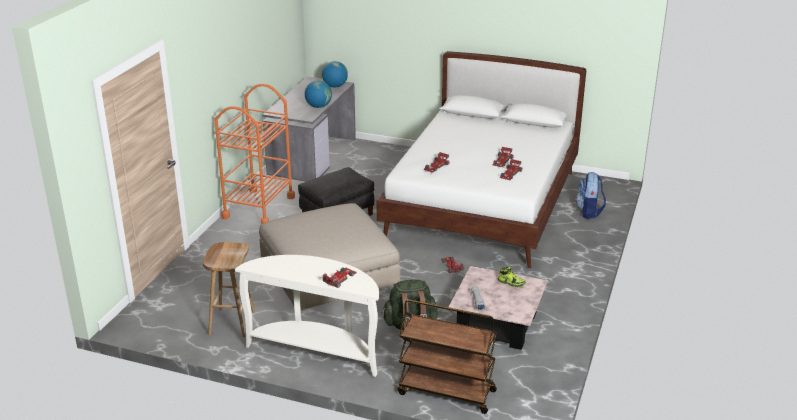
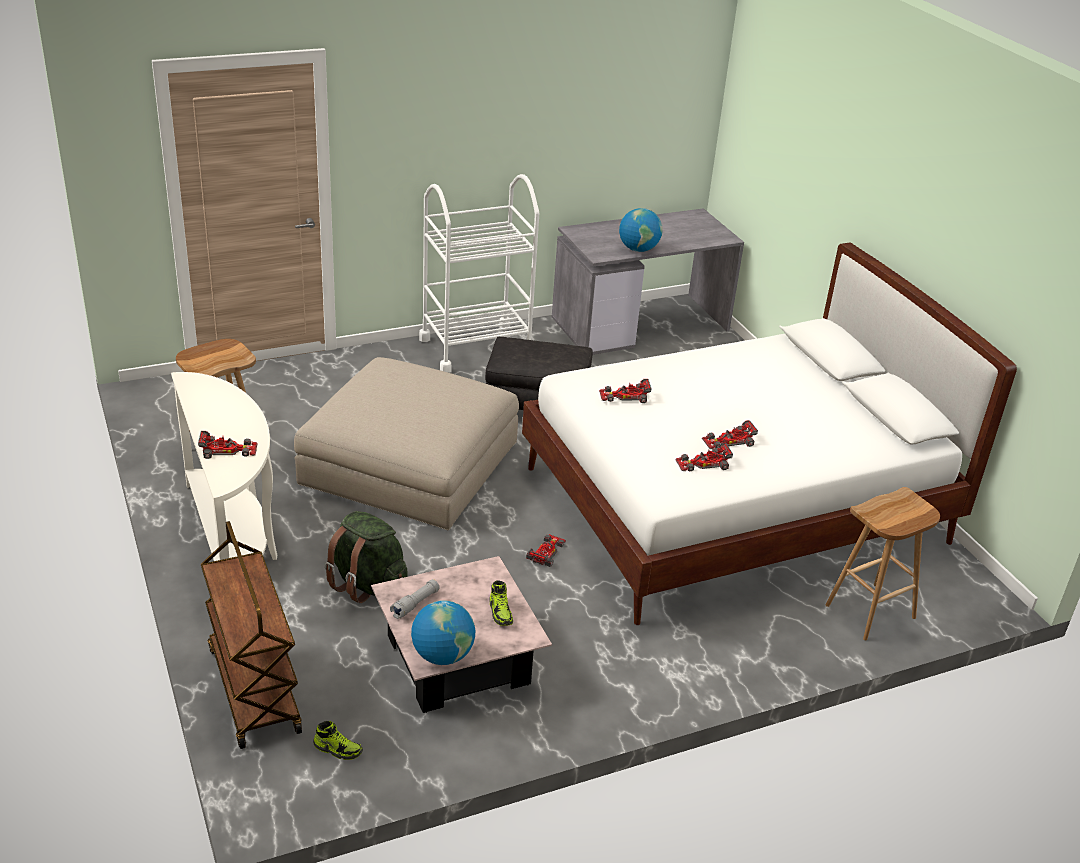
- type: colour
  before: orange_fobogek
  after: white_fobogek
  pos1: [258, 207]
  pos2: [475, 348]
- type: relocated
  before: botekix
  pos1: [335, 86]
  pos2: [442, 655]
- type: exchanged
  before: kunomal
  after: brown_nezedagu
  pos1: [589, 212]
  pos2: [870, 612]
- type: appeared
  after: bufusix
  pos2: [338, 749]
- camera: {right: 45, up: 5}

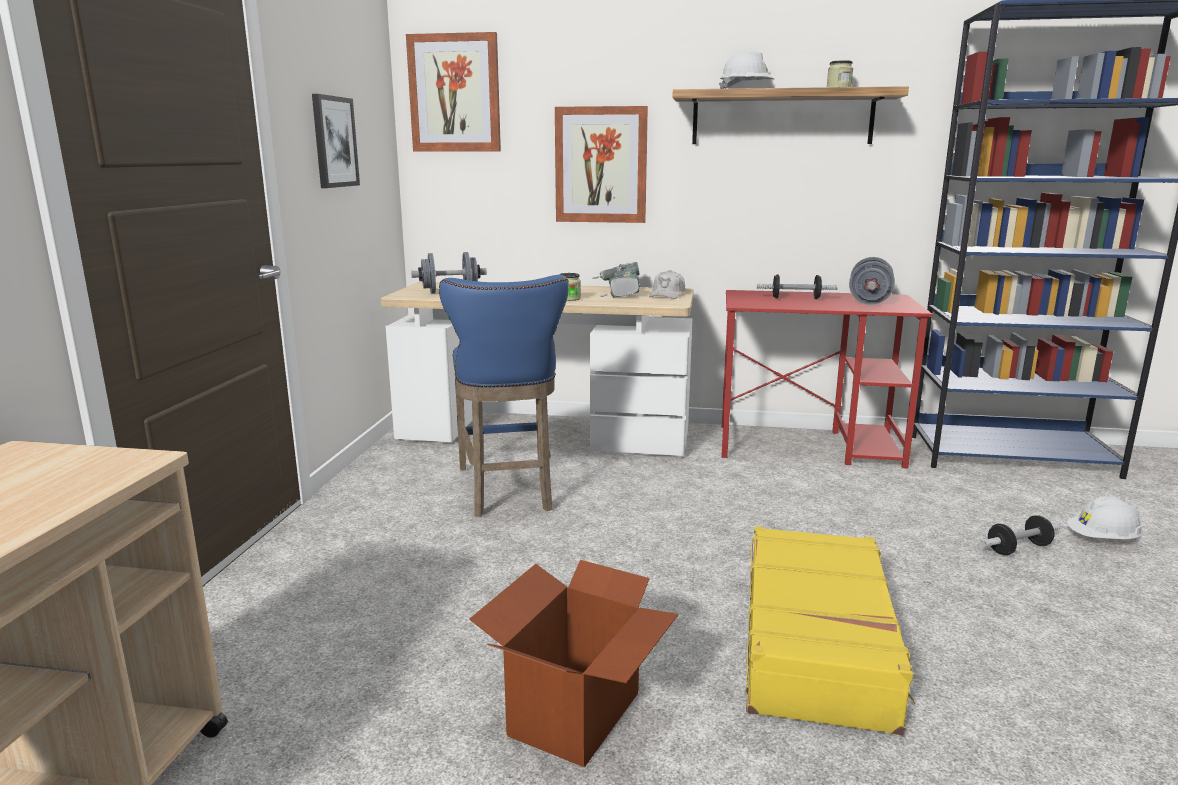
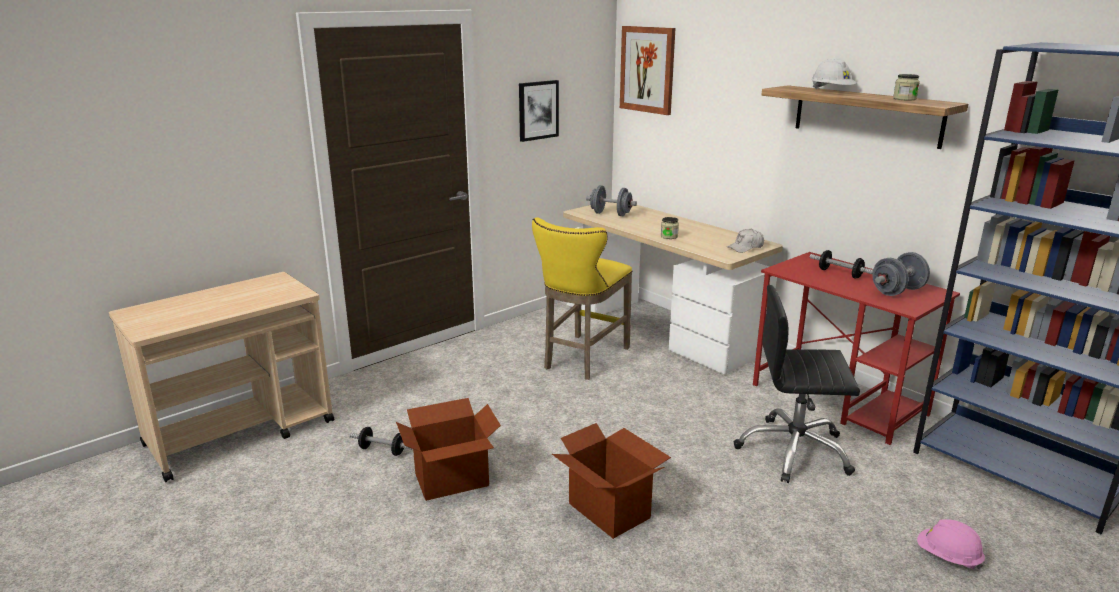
- type: colour
  before: blue_nezedagu
  after: yellow_nezedagu
  pos1: [507, 491]
  pos2: [582, 359]
- type: missing
  before: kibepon
  pos1: [601, 165]
- type: missing
  before: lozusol
  pos1: [617, 293]
- type: exchanged
  before: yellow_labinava
  after: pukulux
  pos1: [817, 644]
  pos2: [609, 510]
- type: relocated
  before: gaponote
  pos1: [1018, 549]
  pos2: [382, 450]
- type: colour
  before: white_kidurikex
  after: pink_kidurikex
  pos1: [1102, 540]
  pos2: [947, 557]
- type: appeared
  after: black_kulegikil
  pos2: [794, 451]
- camera: {right: 40, up: 5}

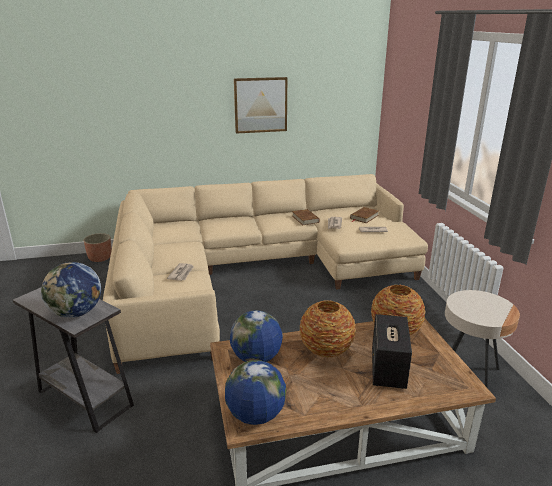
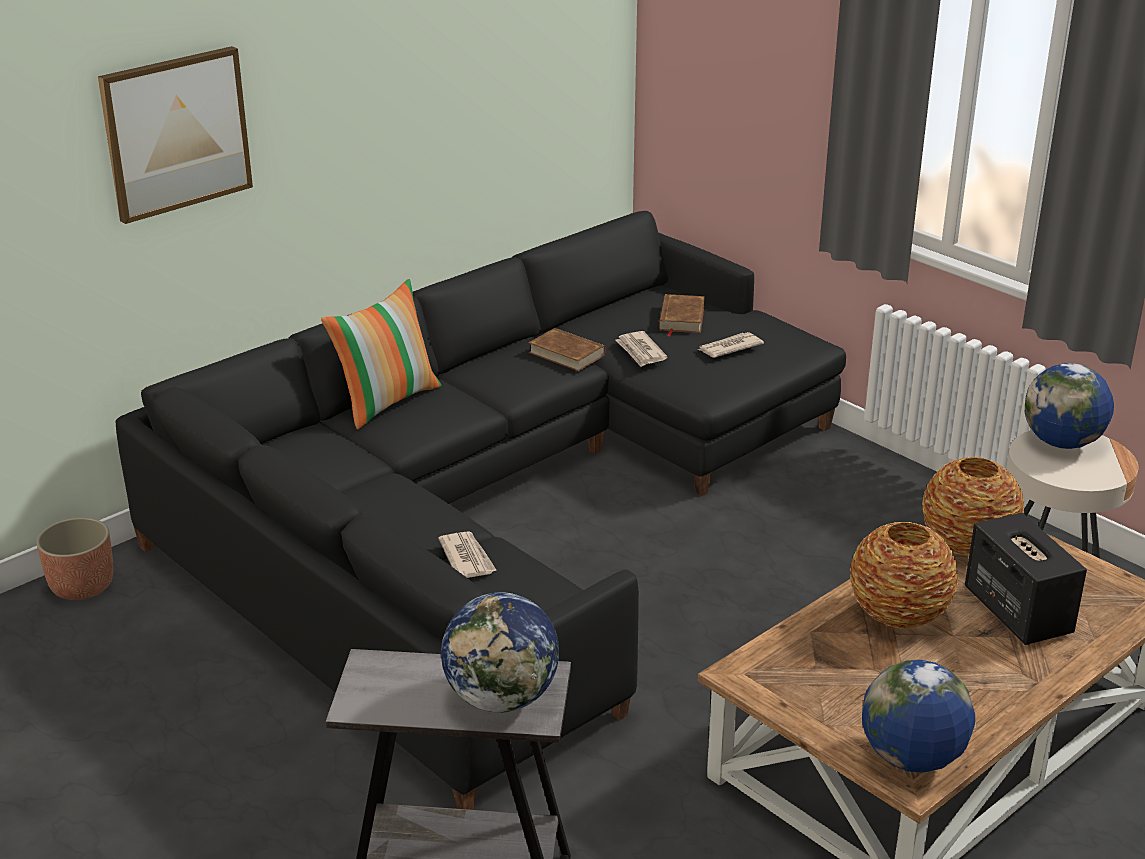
- type: colour
  before: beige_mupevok
  after: black_mupevok
  pos1: [254, 271]
  pos2: [497, 507]
- type: relocated
  before: botekix
  pos1: [256, 358]
  pos2: [1062, 443]
- type: relocated
  before: kibepon
  pos1: [260, 105]
  pos2: [176, 133]
- type: appeared
  after: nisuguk
  pos2: [387, 401]
- camera: {right: -30, up: 5}

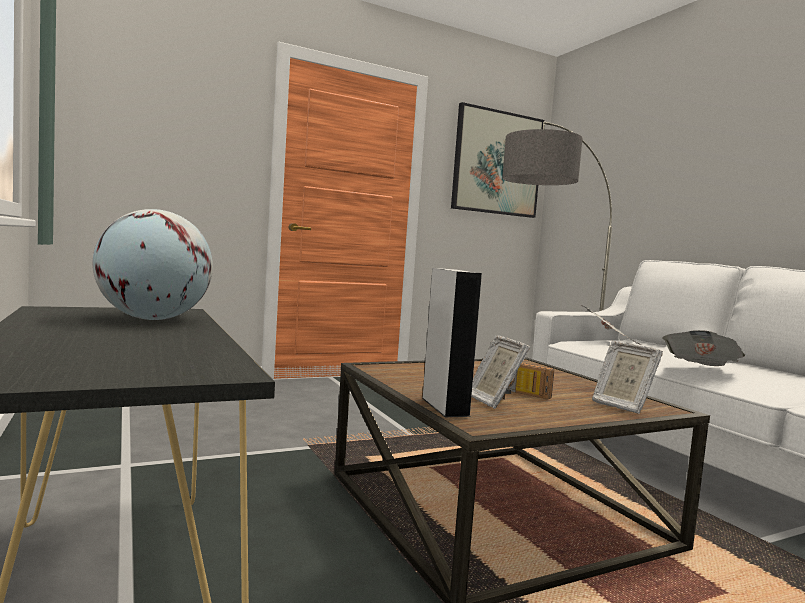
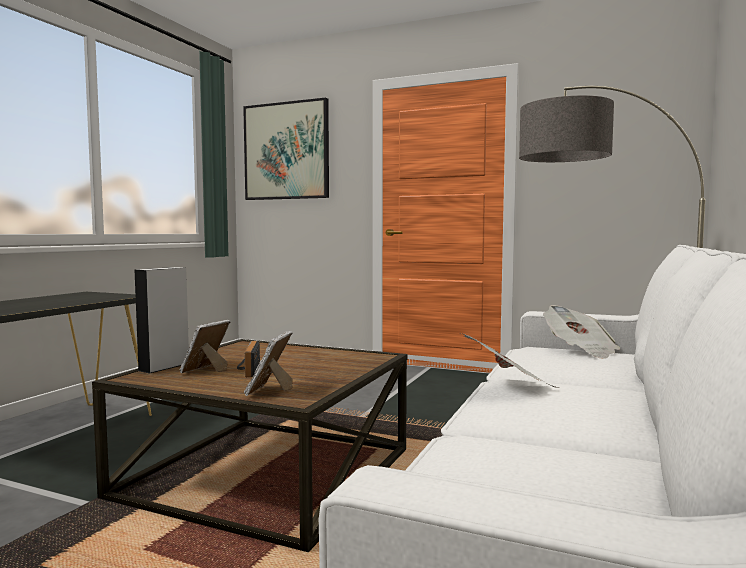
- type: missing
  before: botekix
  pos1: [153, 319]
- type: relocated
  before: kibepon
  pos1: [497, 163]
  pos2: [286, 151]
- camera: {right: 50, up: 0}

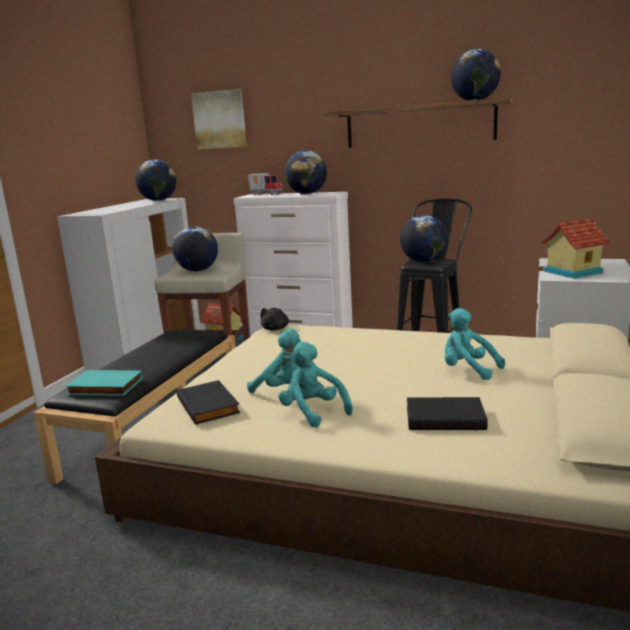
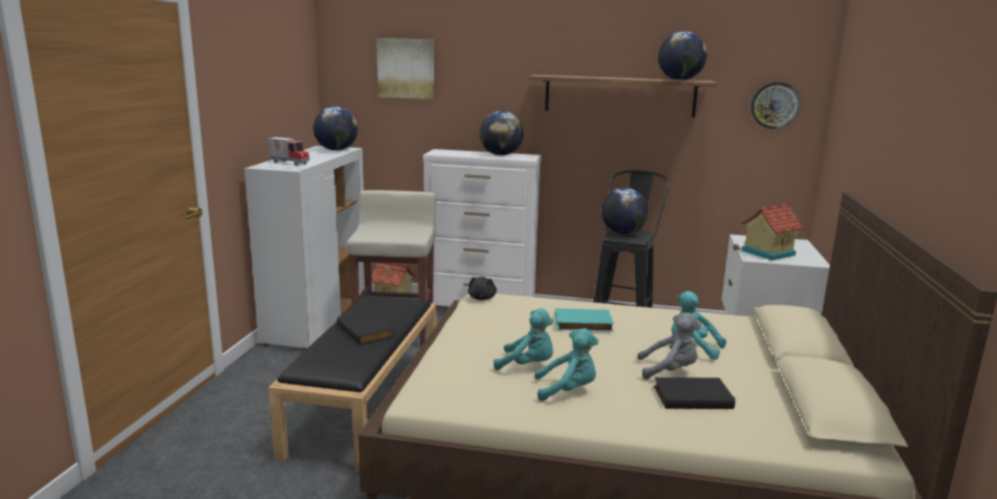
- type: relocated
  before: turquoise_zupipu
  pos1: [104, 387]
  pos2: [583, 324]
- type: missing
  before: botekix
  pos1: [197, 271]
- type: relocated
  before: black_zupipu
  pos1: [210, 405]
  pos2: [367, 330]
- type: relocated
  before: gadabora
  pos1: [266, 194]
  pos2: [290, 163]
- type: spun
  before: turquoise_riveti
  pos1: [313, 412]
  pos2: [568, 390]
  turn: 135
- type: appeared
  after: grey_riveti
  pos2: [669, 371]
- type: appeared
  after: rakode
  pos2: [774, 105]
- camera: {right: -10, up: 0}

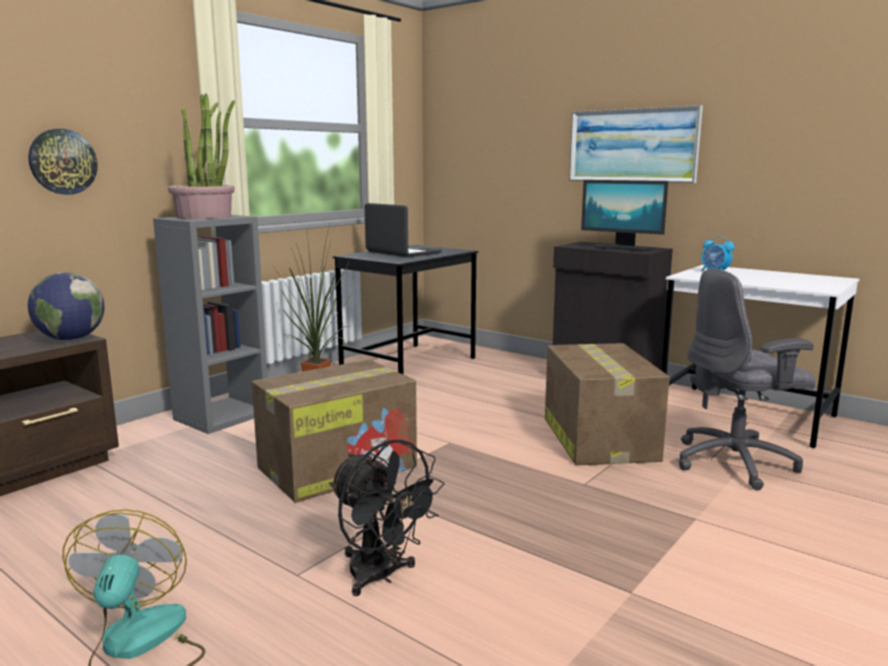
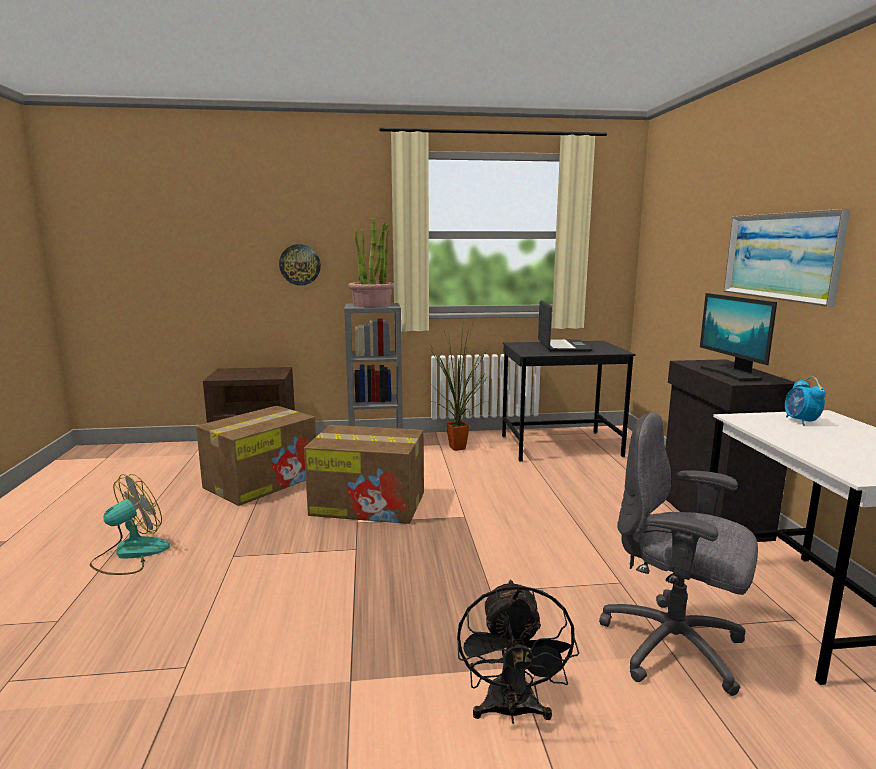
- type: missing
  before: botekix
  pos1: [71, 339]
- type: relocated
  before: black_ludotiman
  pos1: [381, 577]
  pos2: [511, 712]
- type: relocated
  before: pukulux
  pos1: [598, 438]
  pos2: [262, 481]
- camera: {right: 45, up: 0}

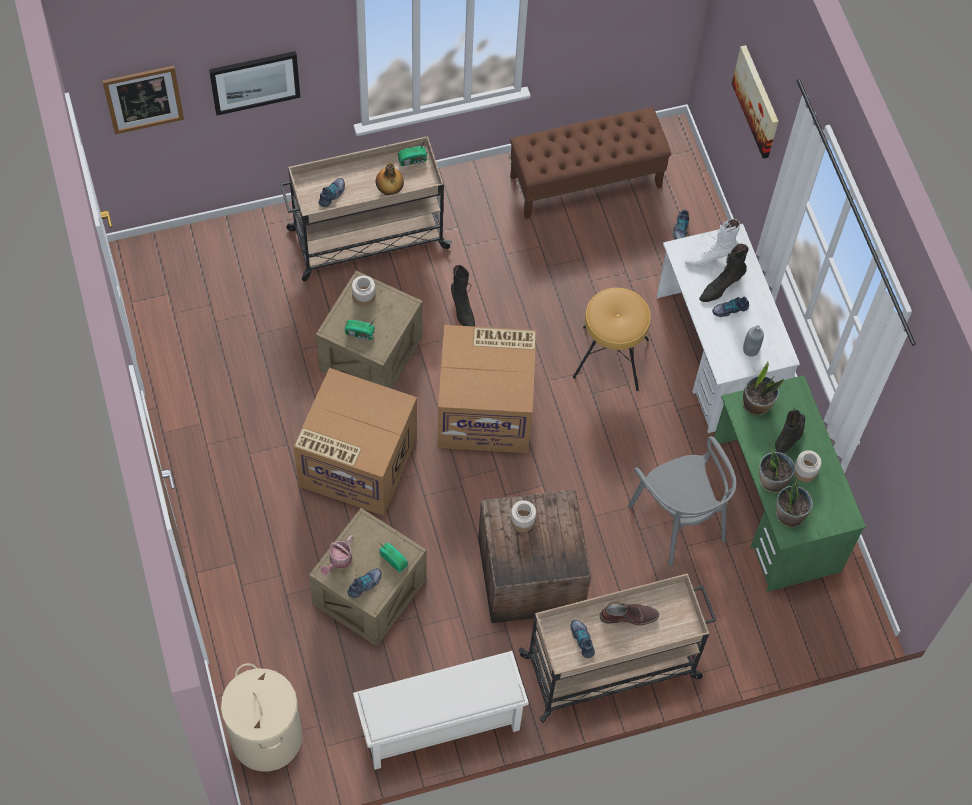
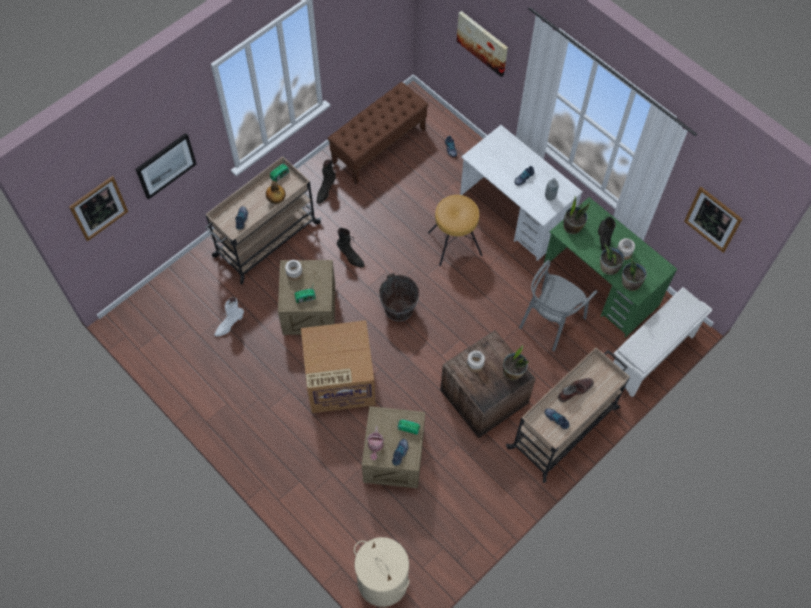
- type: relocated
  before: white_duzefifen
  pos1: [439, 727]
  pos2: [651, 356]
- type: exchanged
  before: pukulux
  after: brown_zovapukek
  pos1: [486, 409]
  pos2: [399, 309]
- type: spun
  before: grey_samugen
  pos1: [679, 520]
  pos2: [551, 320]
  turn: 90
- type: relocated
  before: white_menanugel
  pos1: [710, 258]
  pos2: [229, 325]
- type: relocated
  before: black_menanugel
  pos1: [720, 287]
  pos2: [325, 191]
- type: appeared
  after: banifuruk
  pos2: [513, 372]
- type: appeared
  after: kibepon
  pos2: [713, 219]
- camera: {right: -25, up: 0}

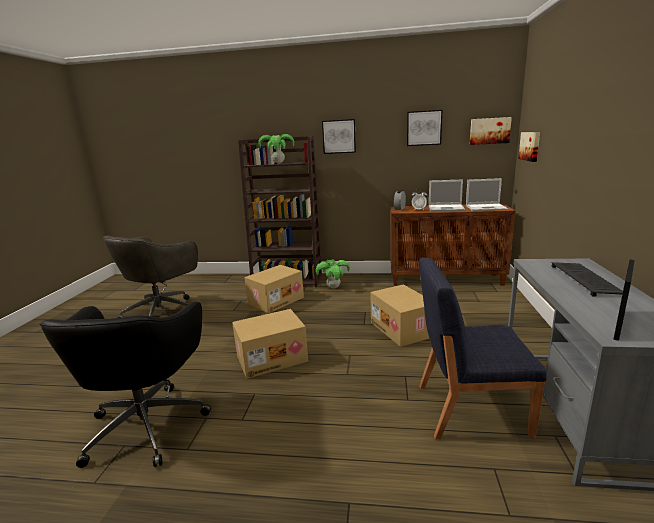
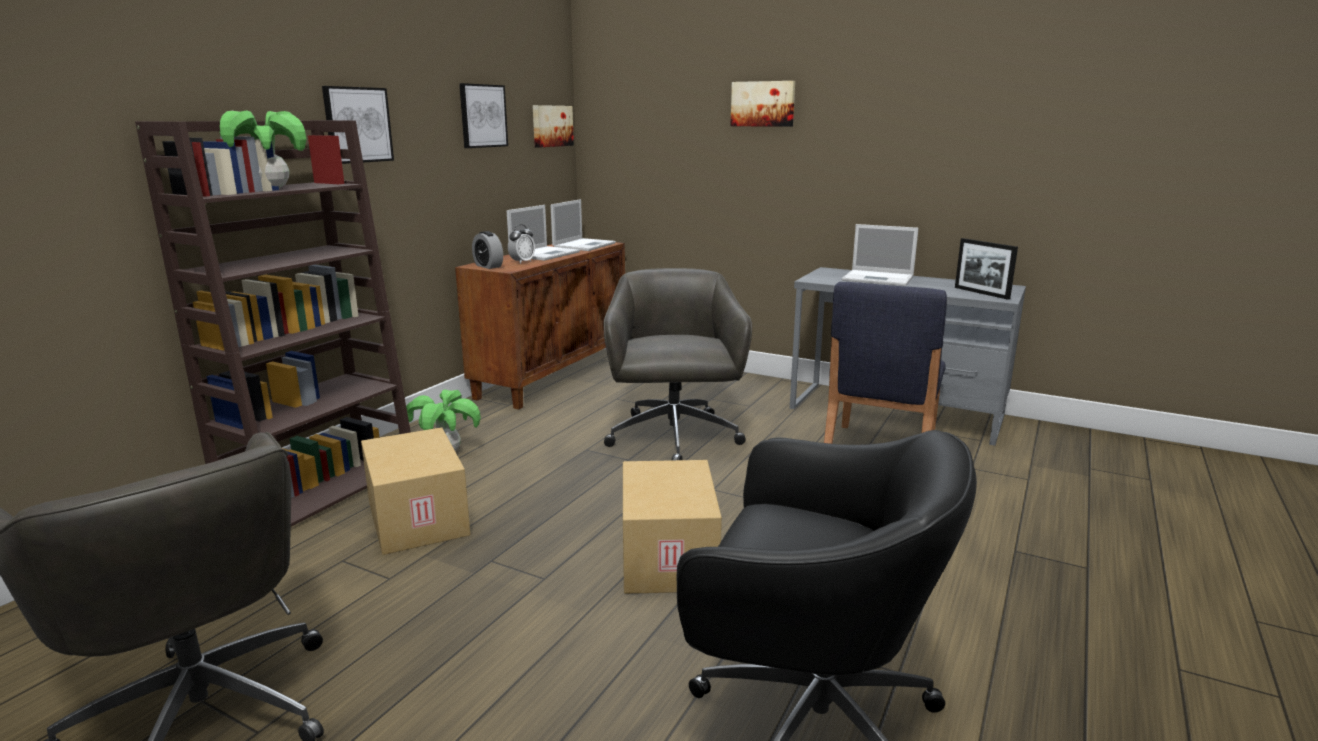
- type: exchanged
  before: pukulux
  after: grey_kulegikil
  pos1: [403, 329]
  pos2: [673, 439]
- type: relocated
  before: kibepon
  pos1: [530, 146]
  pos2: [763, 104]
- type: exchanged
  before: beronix
  after: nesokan
  pos1: [586, 280]
  pos2: [879, 279]
- camera: {right: -70, up: 0}

